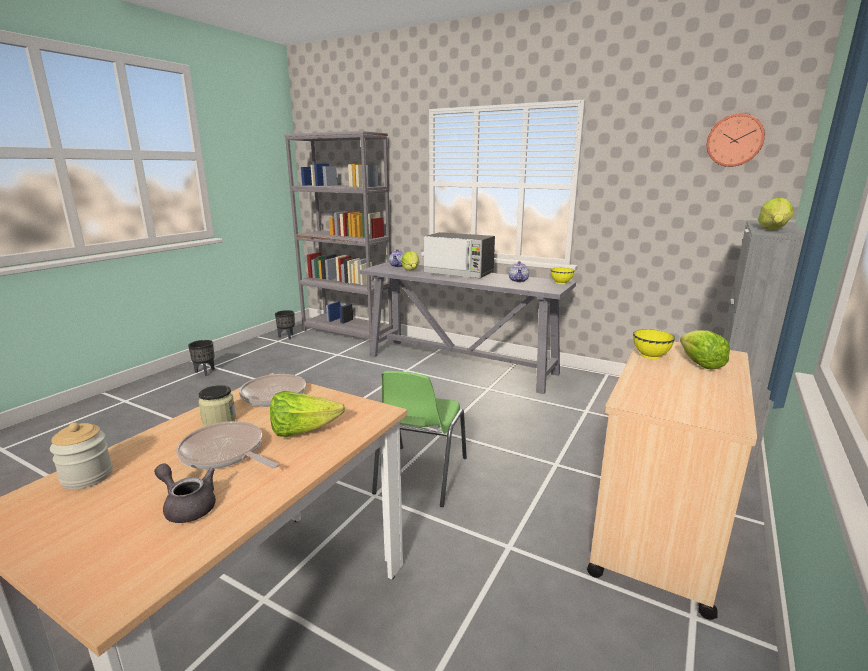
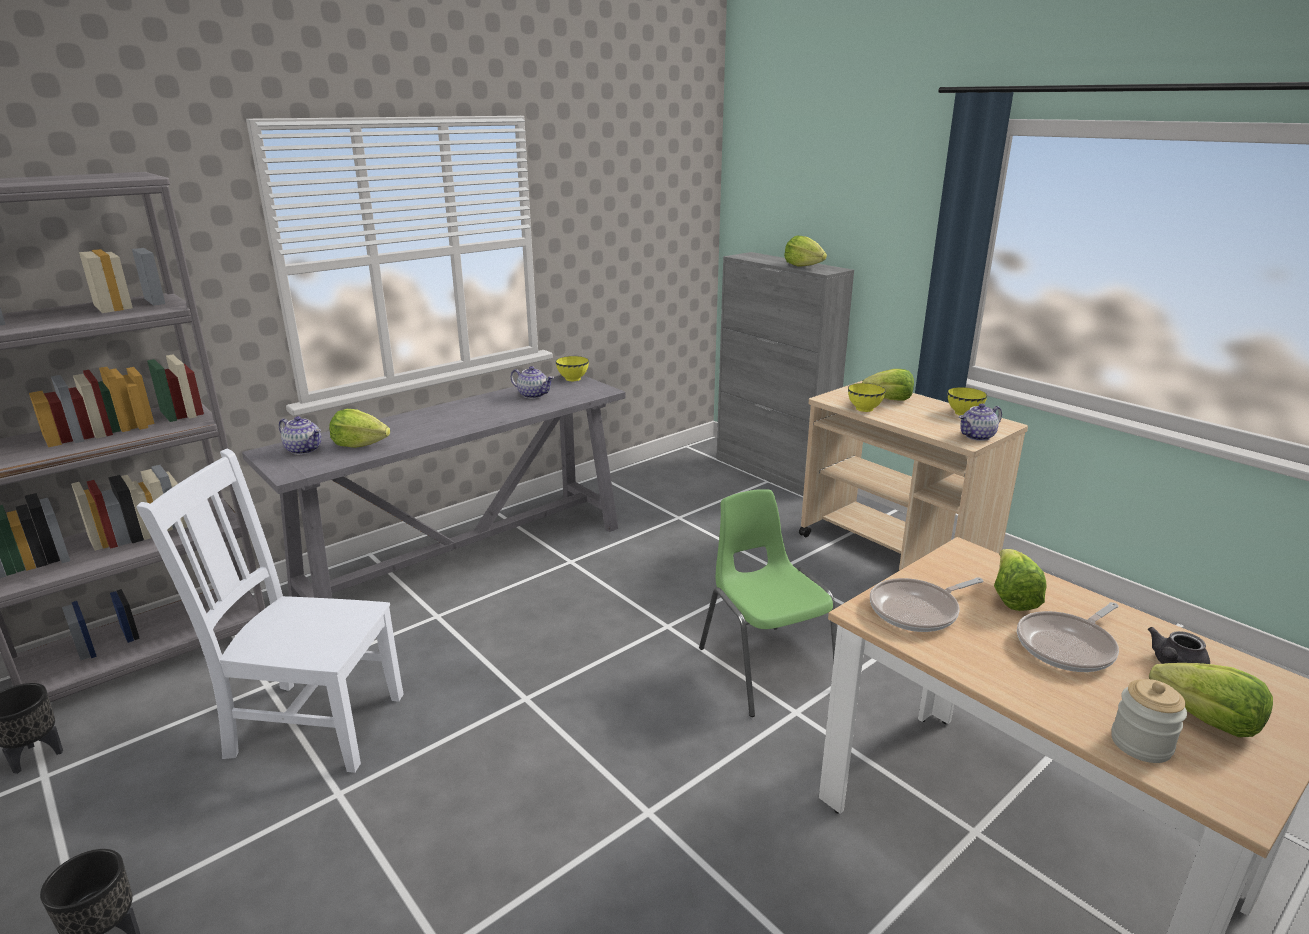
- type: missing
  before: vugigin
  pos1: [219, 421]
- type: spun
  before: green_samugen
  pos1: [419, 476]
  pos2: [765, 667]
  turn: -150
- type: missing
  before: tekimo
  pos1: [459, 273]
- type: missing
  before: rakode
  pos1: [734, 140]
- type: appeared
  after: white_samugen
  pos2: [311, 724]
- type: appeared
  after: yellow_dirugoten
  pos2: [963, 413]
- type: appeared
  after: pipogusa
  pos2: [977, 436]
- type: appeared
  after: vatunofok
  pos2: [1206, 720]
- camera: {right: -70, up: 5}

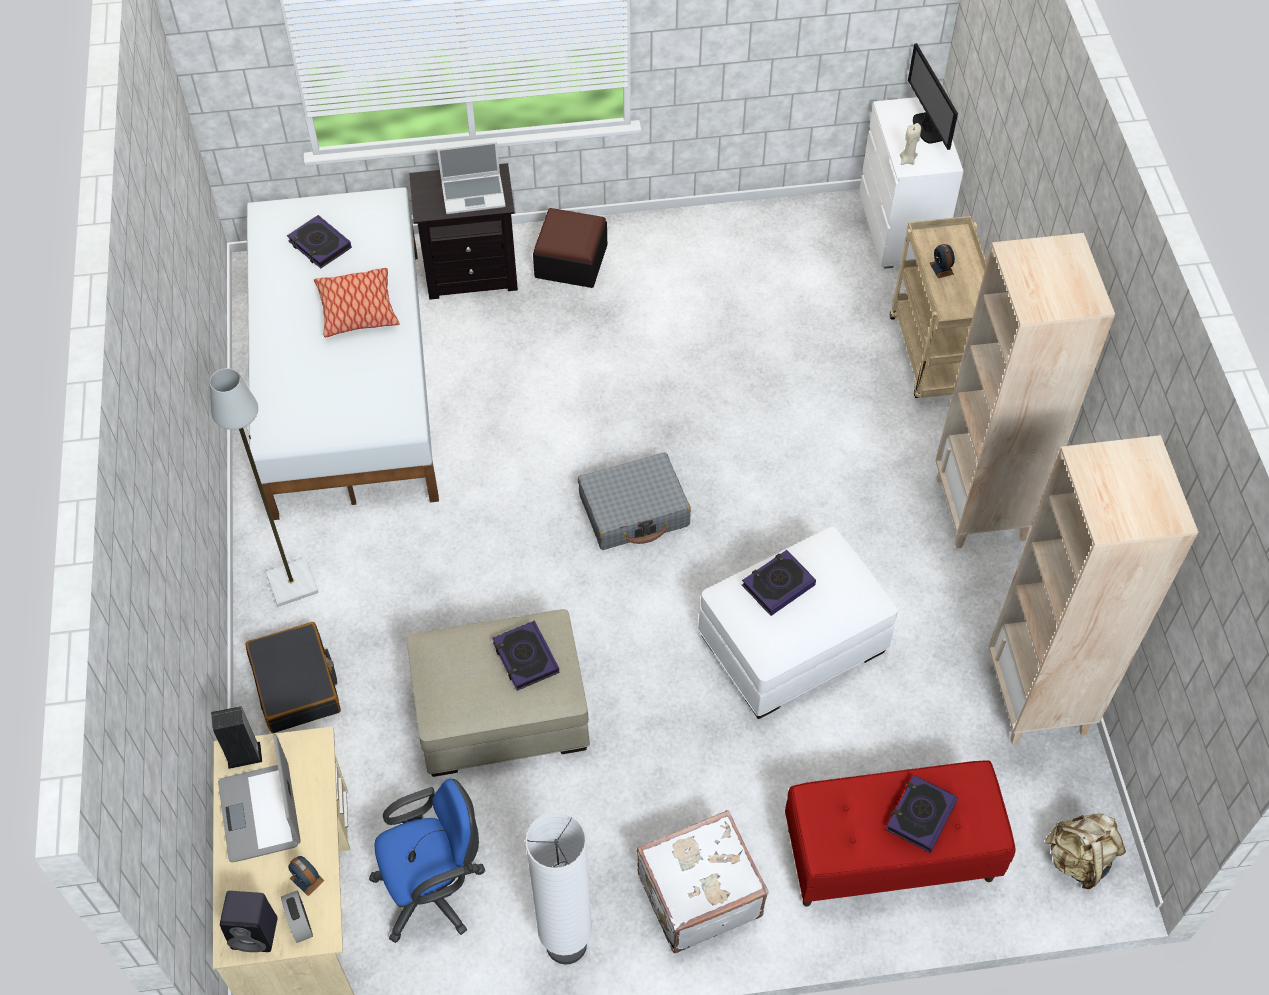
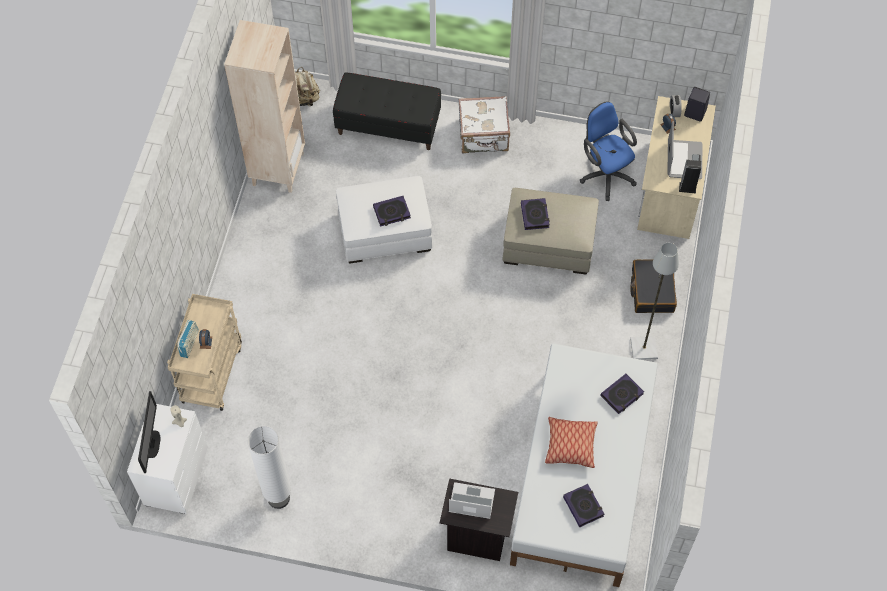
- type: spun
  before: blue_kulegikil
  pos1: [435, 889]
  pos2: [605, 174]
  turn: 60
- type: relocated
  before: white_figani
  pos1: [566, 944]
  pos2: [278, 498]
- type: missing
  before: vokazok
  pos1: [571, 261]
- type: missing
  before: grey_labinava
  pos1: [634, 510]
- type: colour
  before: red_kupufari
  after: black_kupufari
  pos1: [889, 855]
  pos2: [388, 125]
- type: relocated
  before: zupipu
  pos1: [920, 815]
  pos2: [622, 395]
- type: missing
  before: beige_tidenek
  pos1: [981, 509]
- type: appeared
  after: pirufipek
  pos2: [189, 343]
- camera: {right: -160, up: 5}

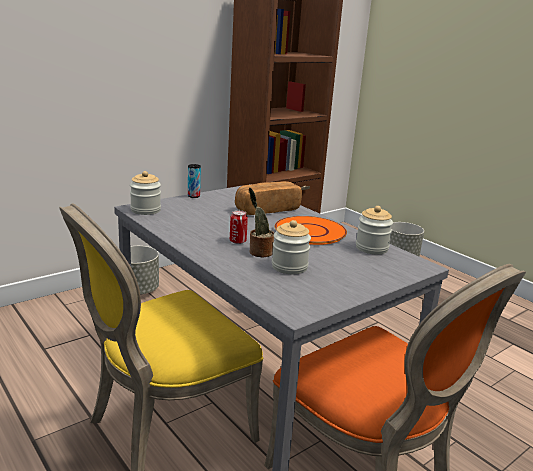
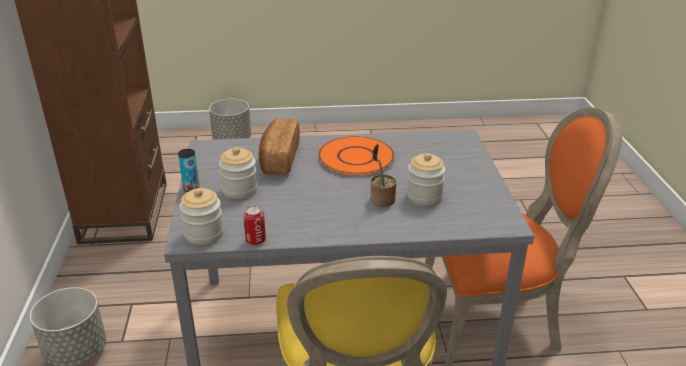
- type: relocated
  before: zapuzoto
  pos1: [237, 241]
  pos2: [255, 240]
- type: relocated
  before: vugigin
  pos1: [371, 248]
  pos2: [239, 190]
- camera: {right: -55, up: 10}

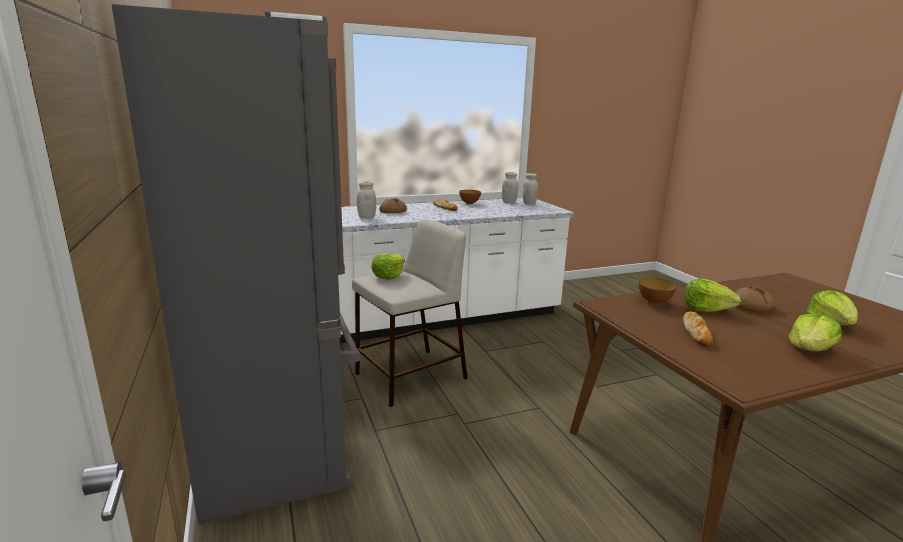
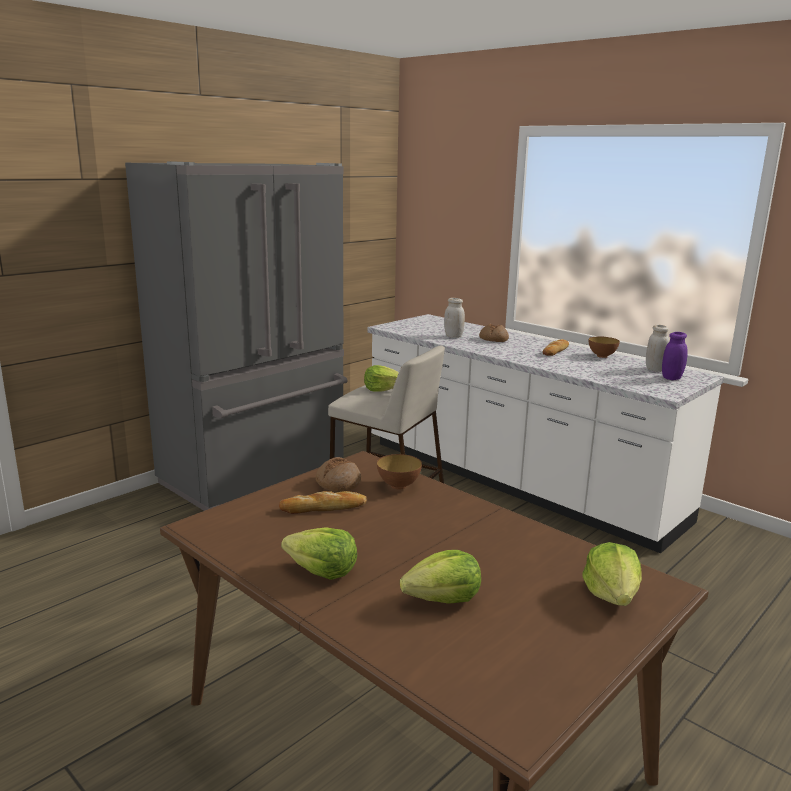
- type: colour
  before: white_vugigin
  after: purple_vugigin
  pos1: [529, 204]
  pos2: [672, 378]
- type: relocated
  before: vatunofok
  pos1: [706, 309]
  pos2: [612, 594]
- type: relocated
  before: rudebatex
  pos1: [751, 306]
  pos2: [338, 483]
- camera: {right: 65, up: 0}

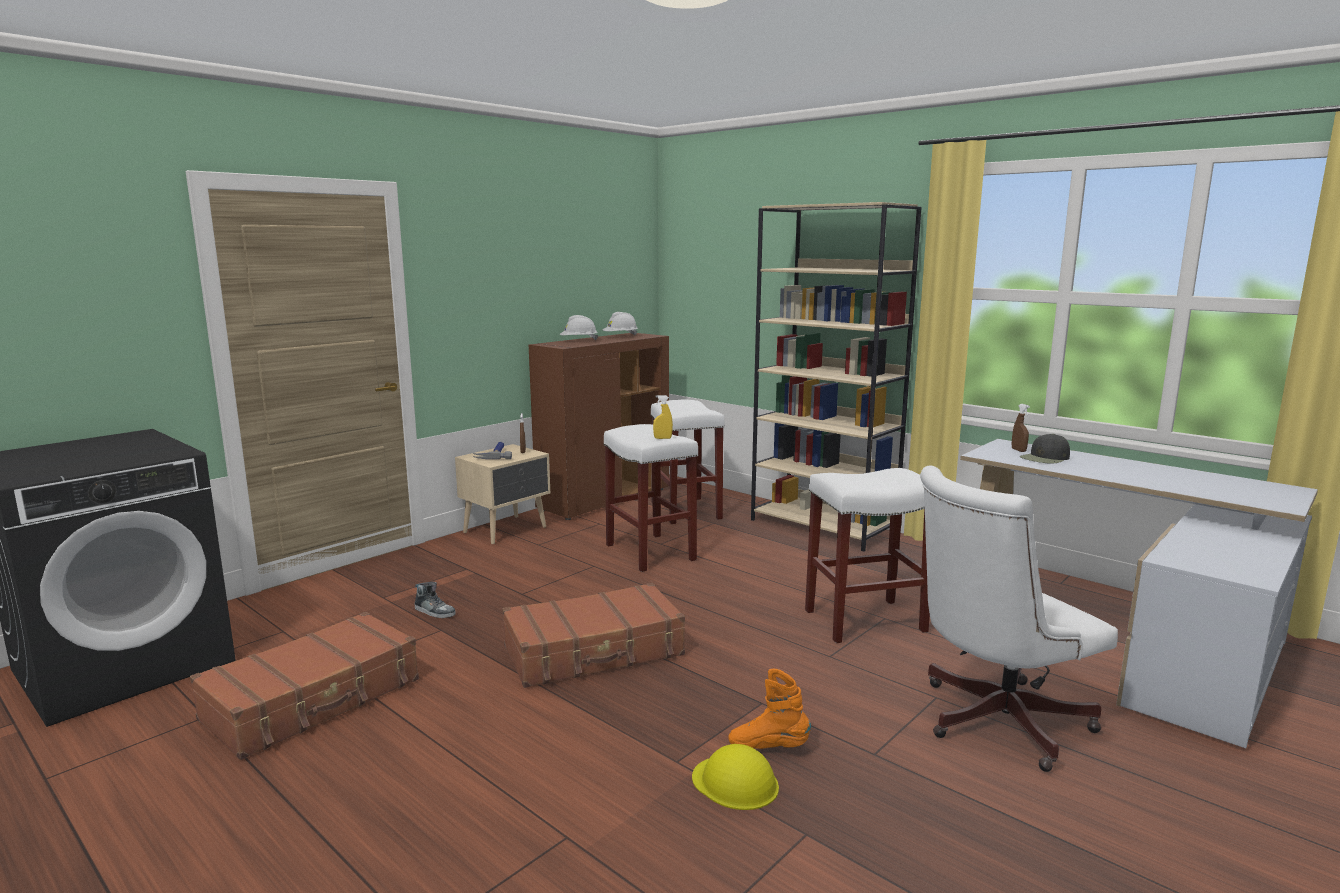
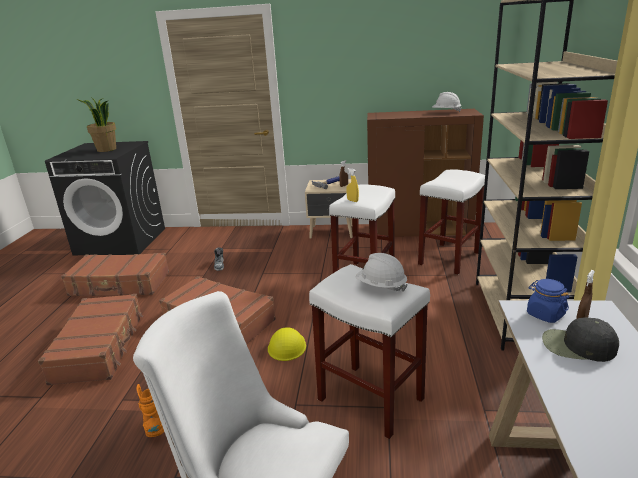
- type: relocated
  before: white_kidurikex
  pos1: [579, 341]
  pos2: [381, 286]
- type: relocated
  before: yellow_kidurikex
  pos1: [735, 782]
  pos2: [287, 346]
- type: appeared
  after: brown_labinava
  pos2: [100, 347]
- type: appeared
  after: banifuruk
  pos2: [106, 149]
- type: appeared
  after: blue_vugigin
  pos2: [545, 314]
- camera: {right: 55, up: 10}

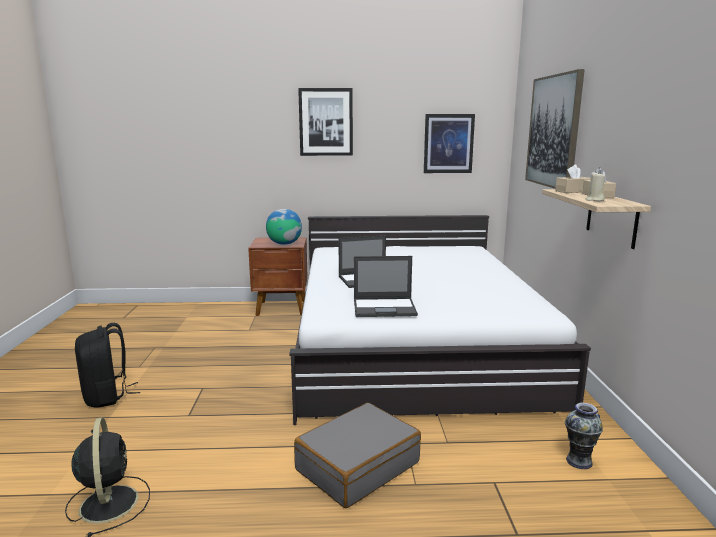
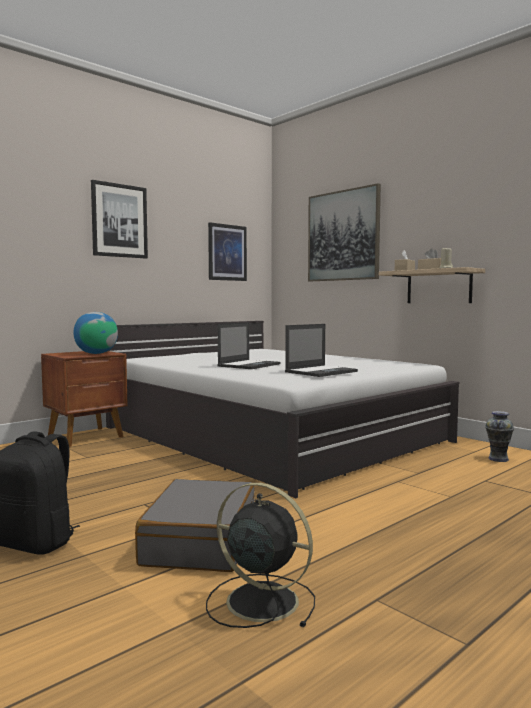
- type: relocated
  before: grey_labinava
  pos1: [357, 466]
  pos2: [199, 541]
- camera: {right: -40, up: -10}

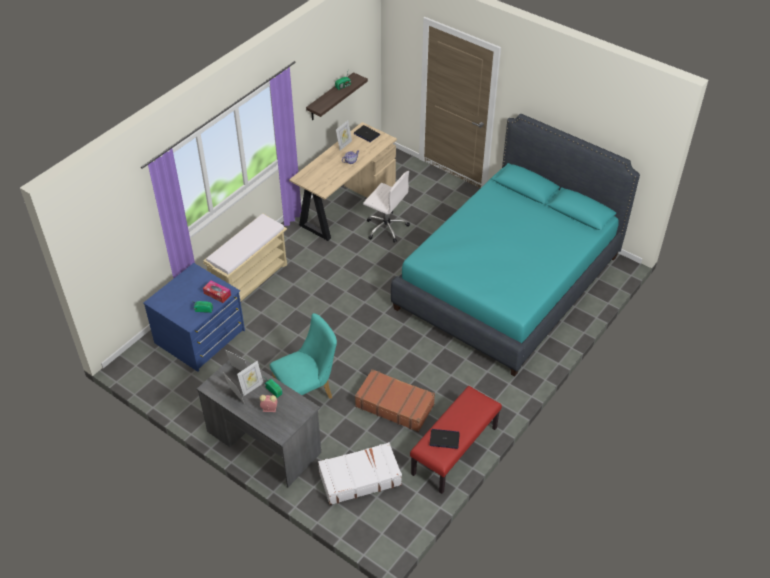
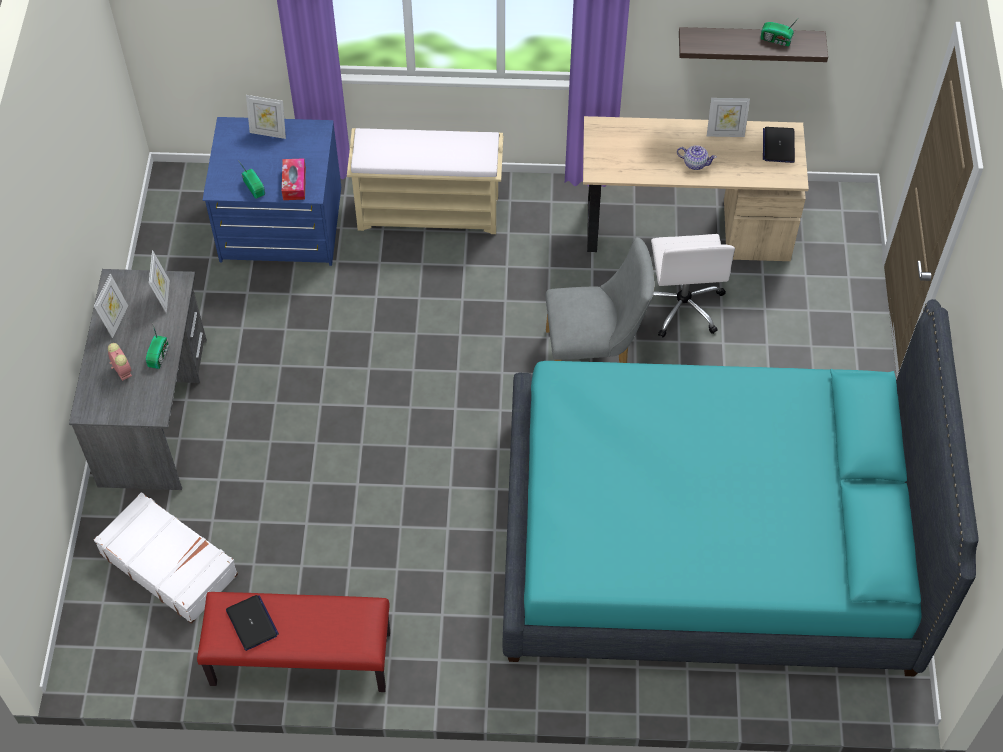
- type: relocated
  before: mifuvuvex
  pos1: [252, 388]
  pos2: [268, 132]
- type: missing
  before: turquoise_samugen
  pos1: [307, 392]
- type: missing
  before: brown_labinava
  pos1: [394, 405]
- type: appeared
  after: grey_samugen
  pos2: [594, 356]
- camera: {right: 55, up: 10}

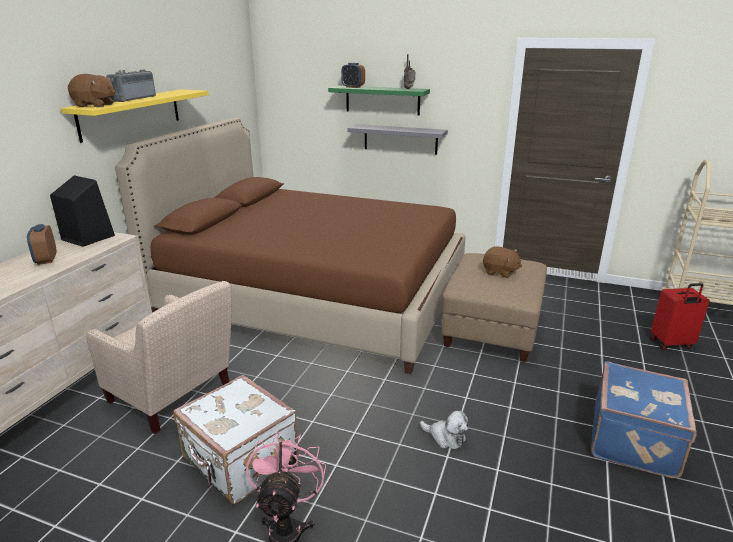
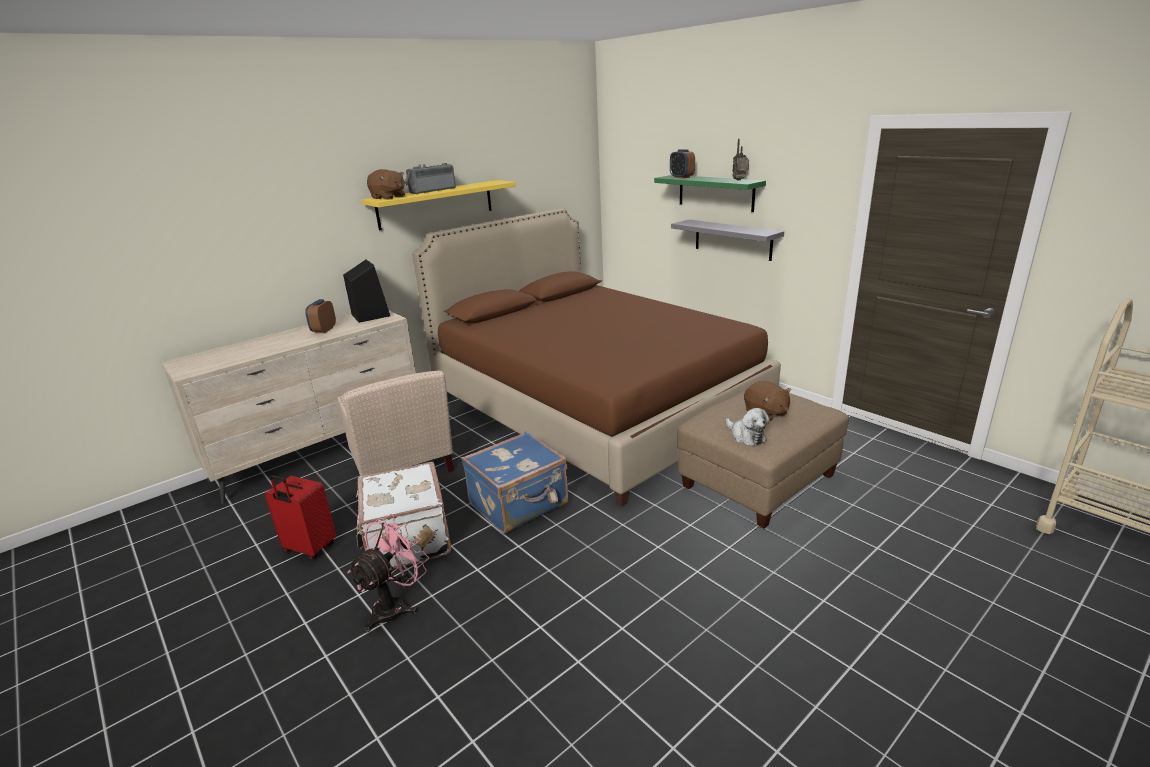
- type: relocated
  before: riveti
  pos1: [445, 437]
  pos2: [746, 436]
- type: relocated
  before: blue_labinava
  pos1: [635, 441]
  pos2: [520, 505]
- type: relocated
  before: red_labinava
  pos1: [671, 344]
  pos2: [309, 549]
- camera: {right: 30, up: 0}

